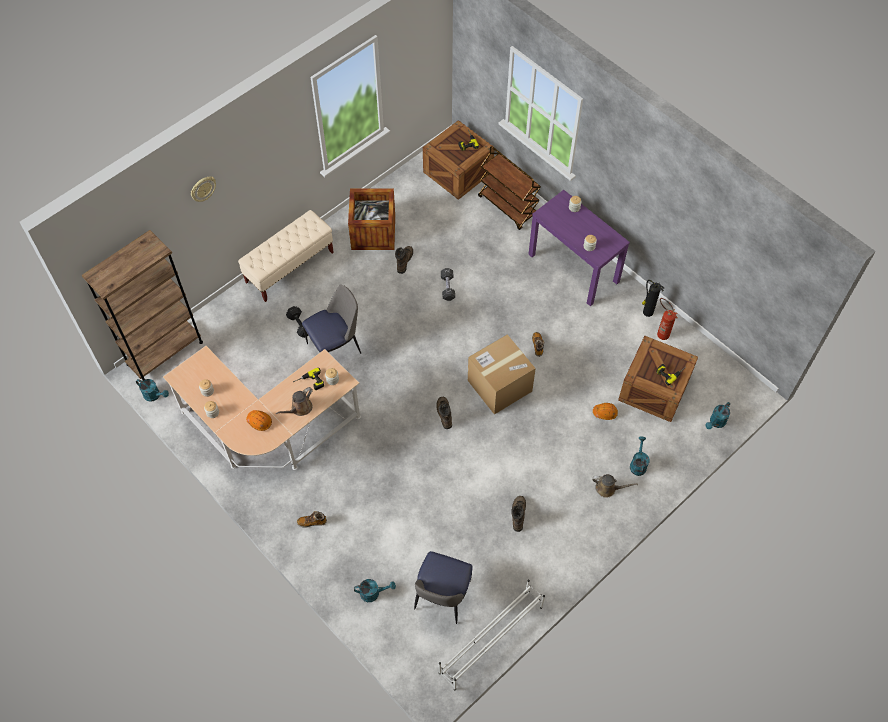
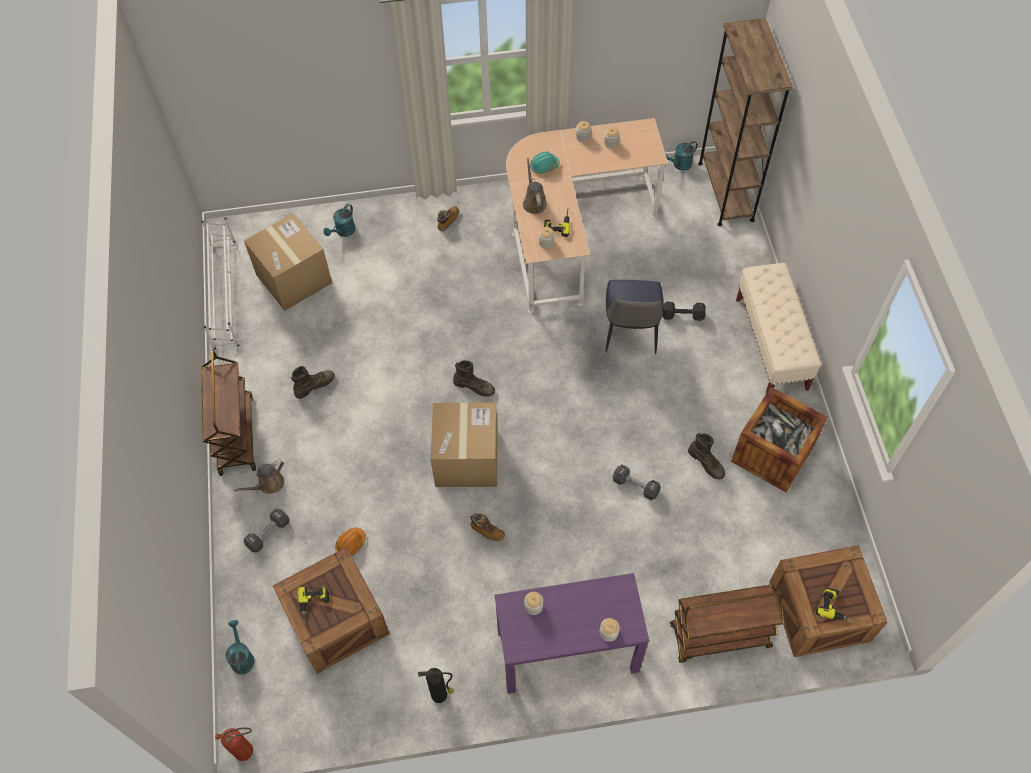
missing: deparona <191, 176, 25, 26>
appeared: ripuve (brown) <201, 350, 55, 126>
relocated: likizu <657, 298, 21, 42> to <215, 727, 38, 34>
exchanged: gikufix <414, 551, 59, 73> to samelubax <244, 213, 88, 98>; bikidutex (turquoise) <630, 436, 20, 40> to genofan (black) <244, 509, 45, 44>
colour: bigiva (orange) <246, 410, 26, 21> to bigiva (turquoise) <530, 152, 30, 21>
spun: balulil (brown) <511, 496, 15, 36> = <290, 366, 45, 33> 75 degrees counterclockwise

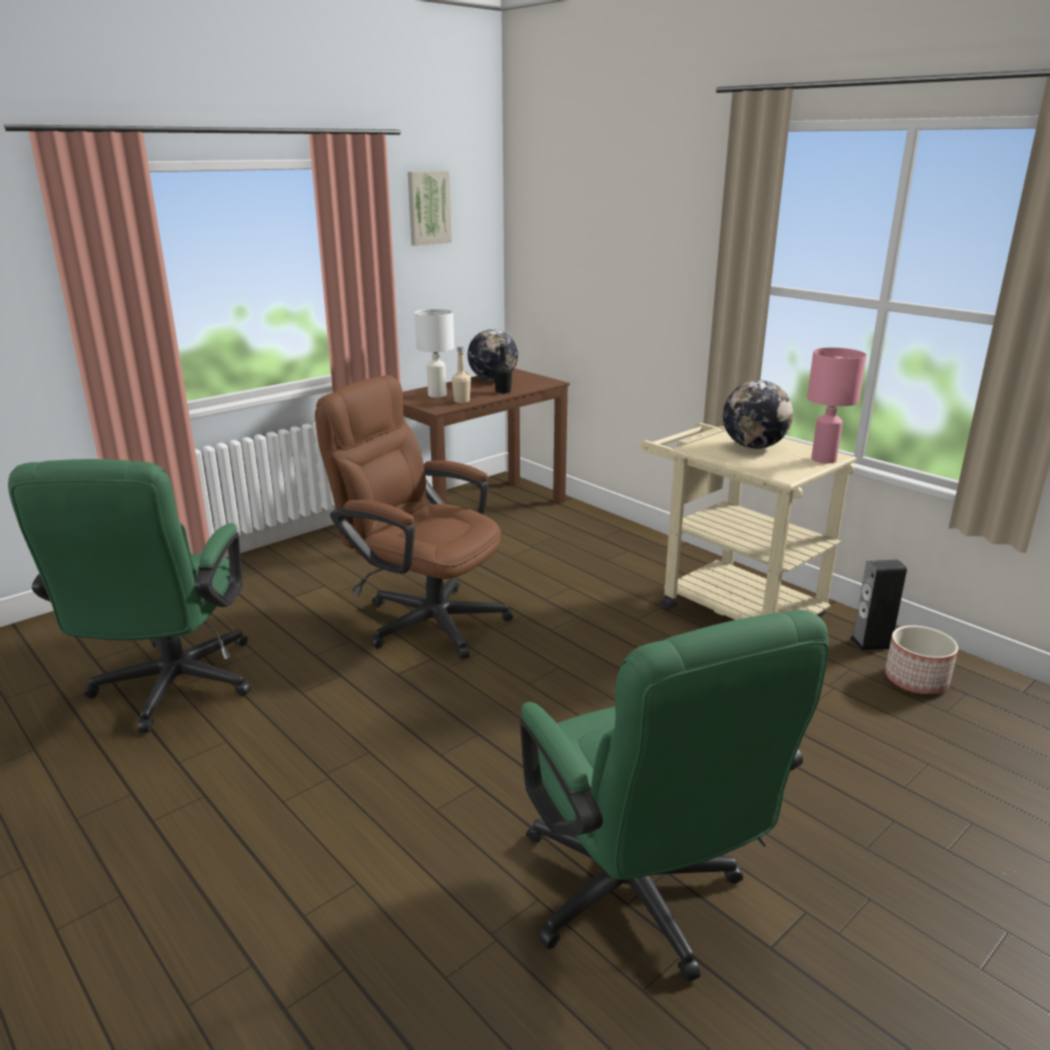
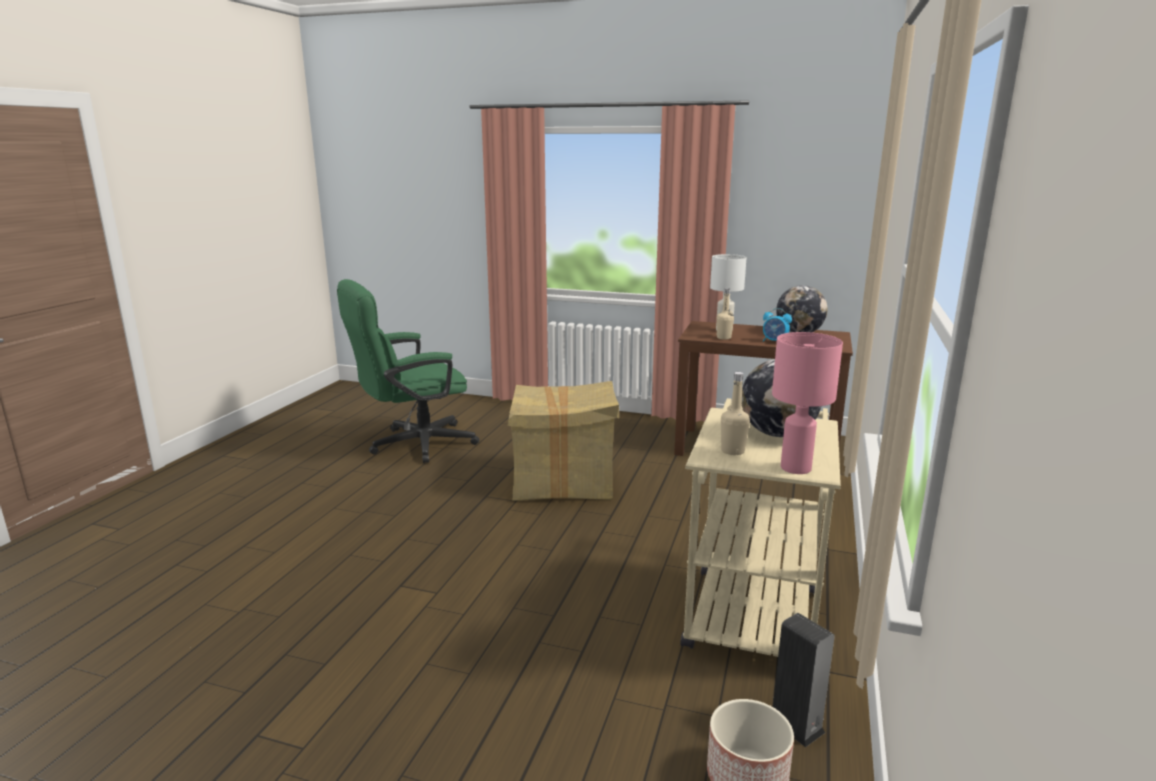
missing: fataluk <408, 171, 44, 75>; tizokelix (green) <520, 610, 309, 372>
appeared: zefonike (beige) <721, 372, 29, 83>
exchanged: tizokelix (brown) <315, 375, 198, 284> to samelubax <507, 381, 112, 120>; zefonike (black) <494, 339, 18, 55> to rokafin <763, 308, 29, 34>

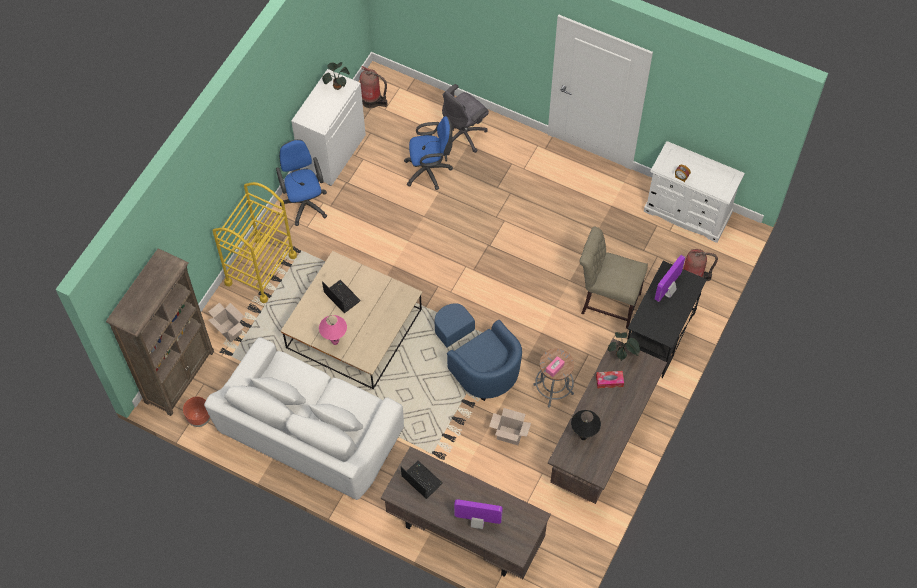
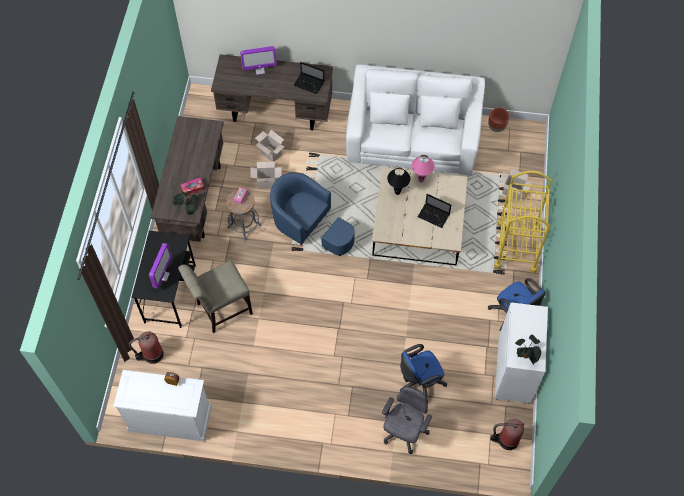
missing: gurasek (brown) <106, 248, 108, 168>
appeared: samelubax <255, 130, 30, 32>
relocated: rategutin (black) <571, 410, 30, 30> to <387, 167, 24, 28>
spun: gikufix (beige) <579, 226, 69, 103> = <178, 260, 75, 73> 150 degrees clockwise

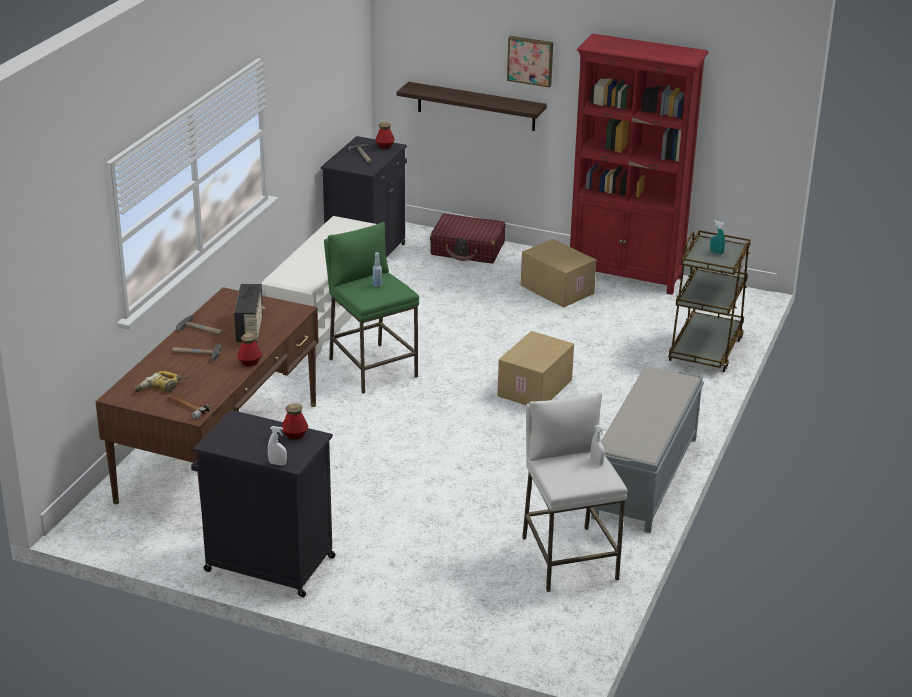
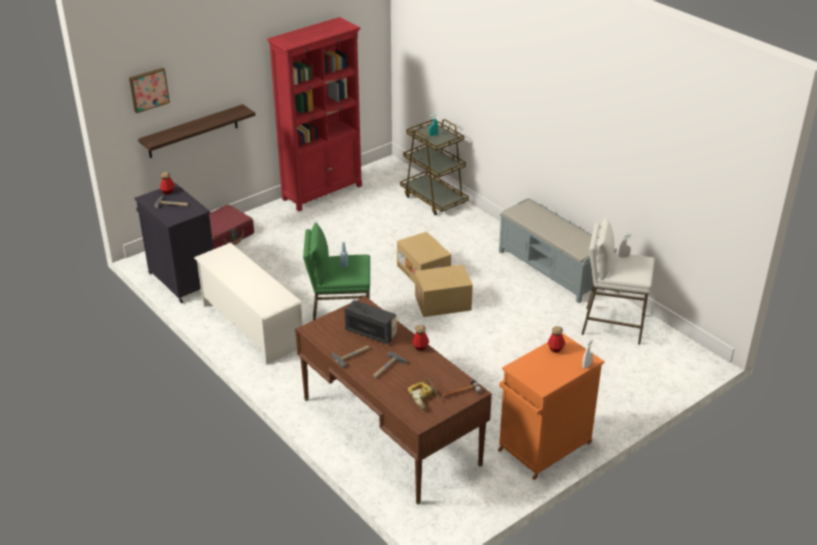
relocated: fataluk <507, 36, 46, 51> to <129, 68, 41, 45>; samelubax <521, 239, 75, 69> to <415, 265, 58, 52>
colour: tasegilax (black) <191, 410, 144, 187> to tasegilax (orange) <498, 334, 107, 146>

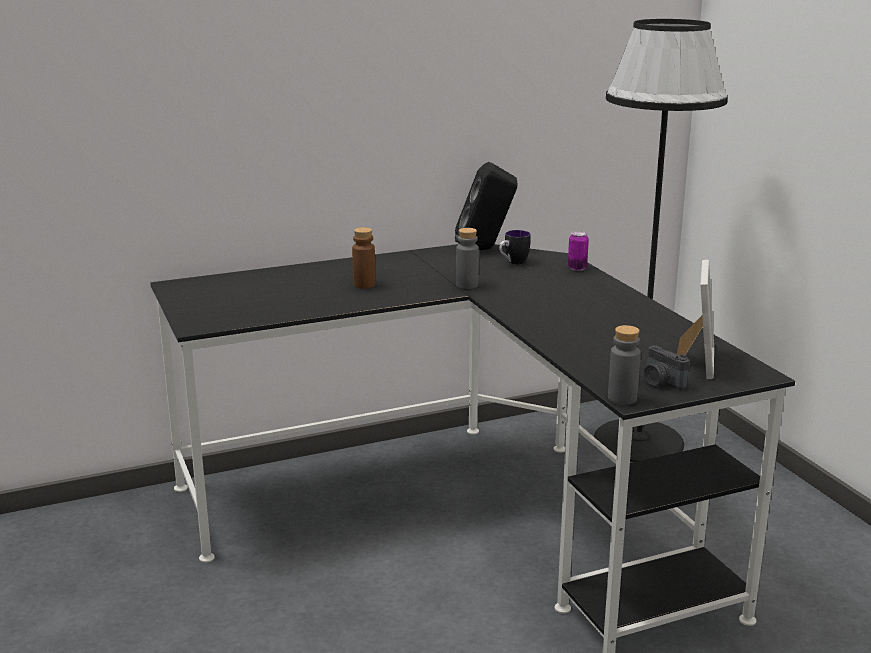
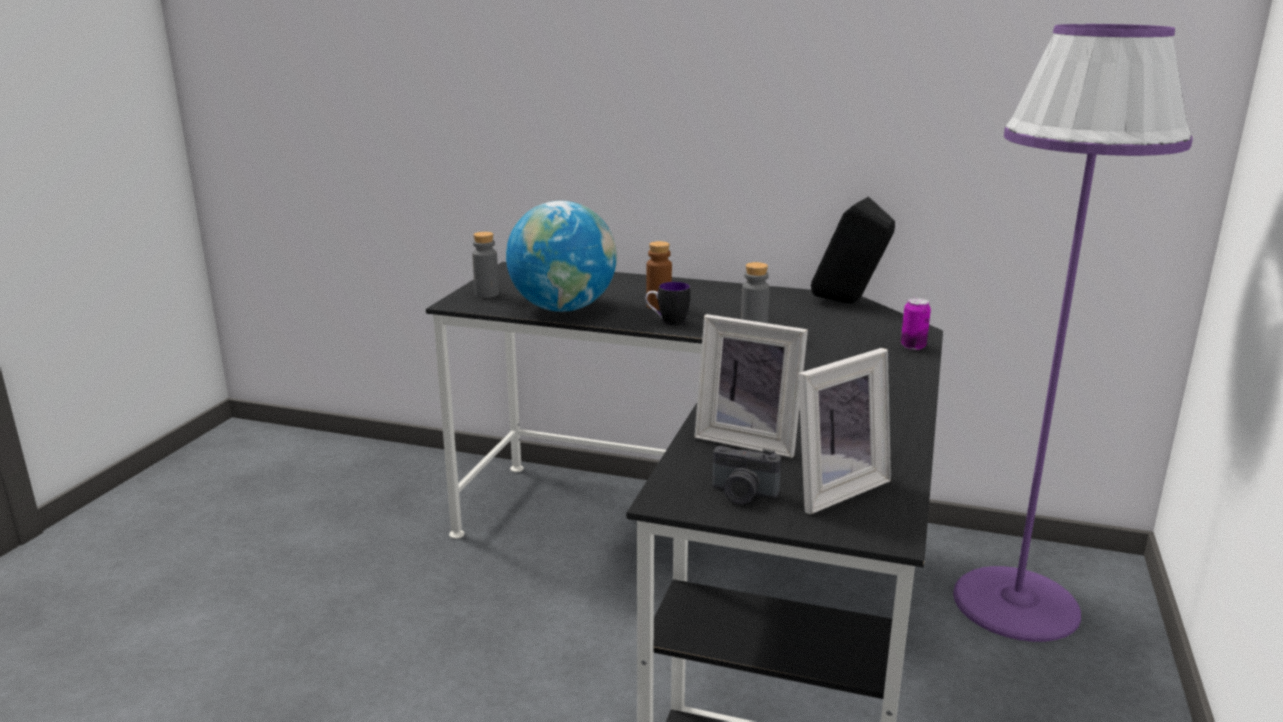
appeared: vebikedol <506, 201, 111, 111>; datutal <694, 314, 114, 144>
relocated: zefonike (grey) <608, 325, 33, 80> to <472, 232, 27, 66>; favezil <499, 230, 32, 35> to <645, 282, 45, 43>
colour: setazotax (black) <594, 19, 134, 443> to setazotax (purple) <953, 24, 240, 618>
spun: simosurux <644, 345, 45, 45> = <712, 446, 69, 59> 75 degrees counterclockwise

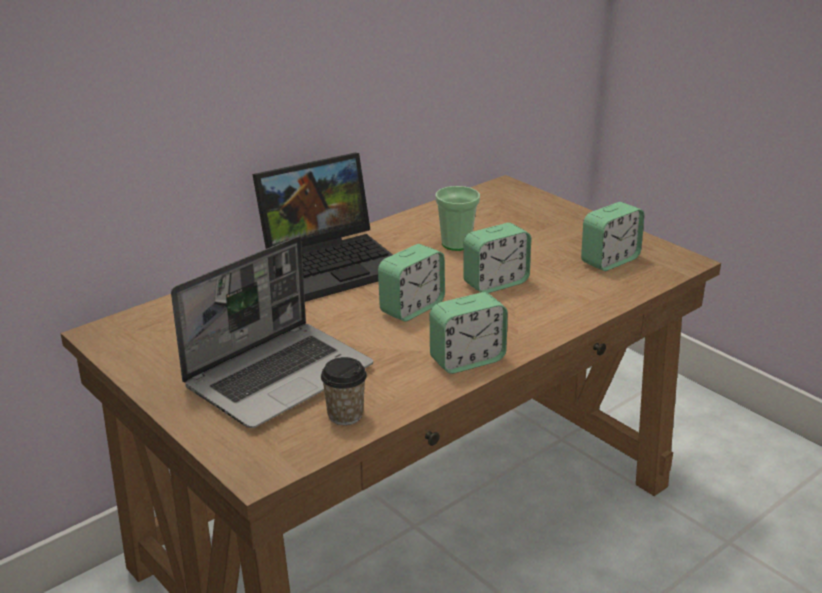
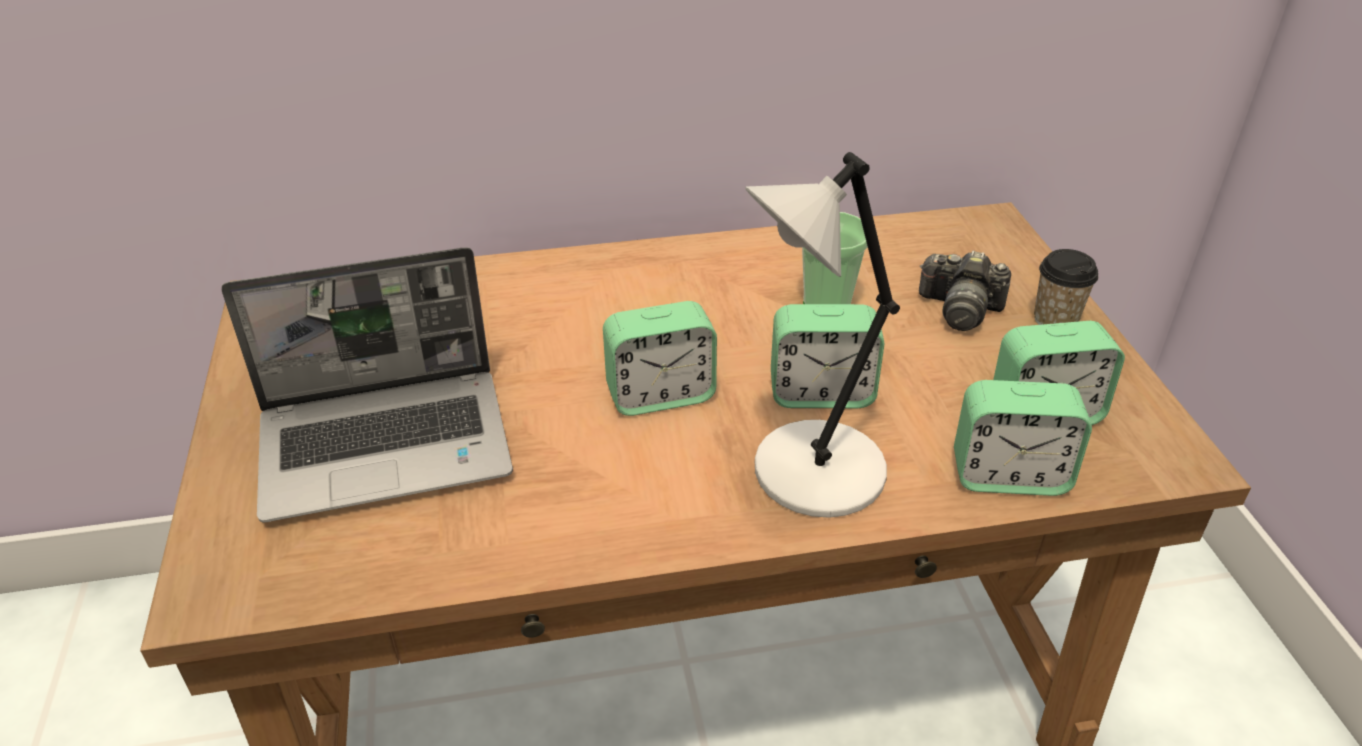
missing: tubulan <252, 153, 141, 149>
appeared: rategutin (grey) <745, 152, 155, 366>; simosurux <919, 250, 92, 81>
relocated: rokafin <430, 292, 78, 82> to <954, 380, 138, 116>; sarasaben <321, 357, 46, 68> to <1034, 249, 64, 76>

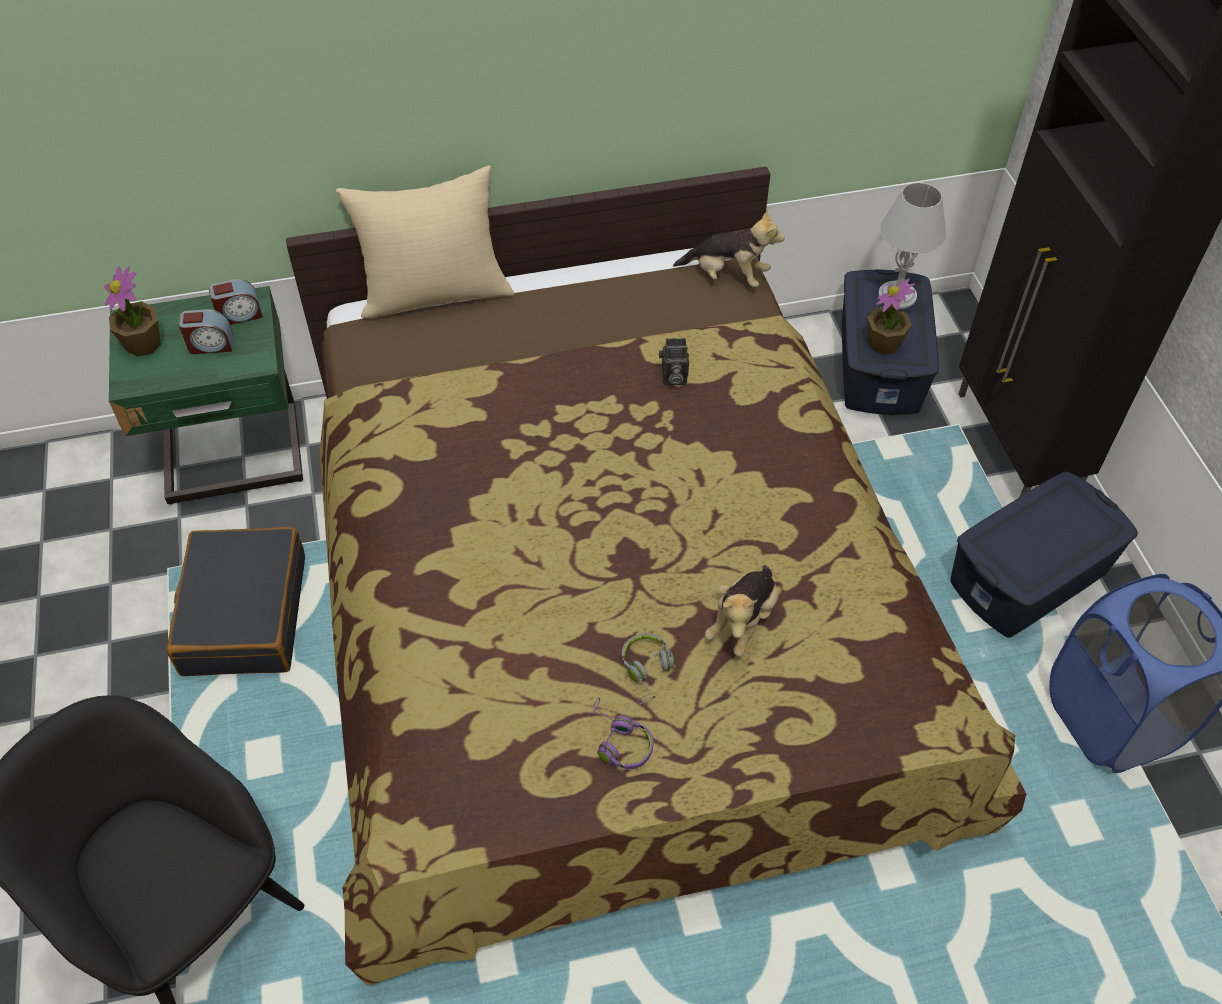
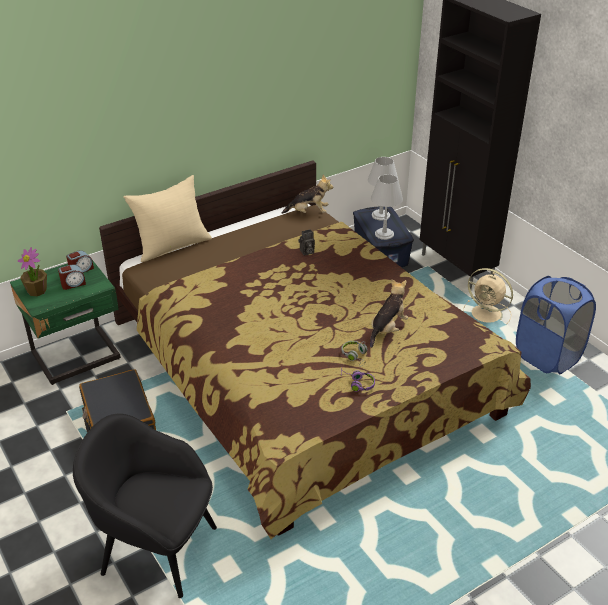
exchanged: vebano <867, 278, 48, 77> to rategutin (grey) <371, 174, 32, 66>; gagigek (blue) <950, 471, 188, 167> to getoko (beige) <463, 268, 50, 56>
spun: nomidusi <705, 565, 74, 92> = <370, 279, 38, 69> 150 degrees counterclockwise

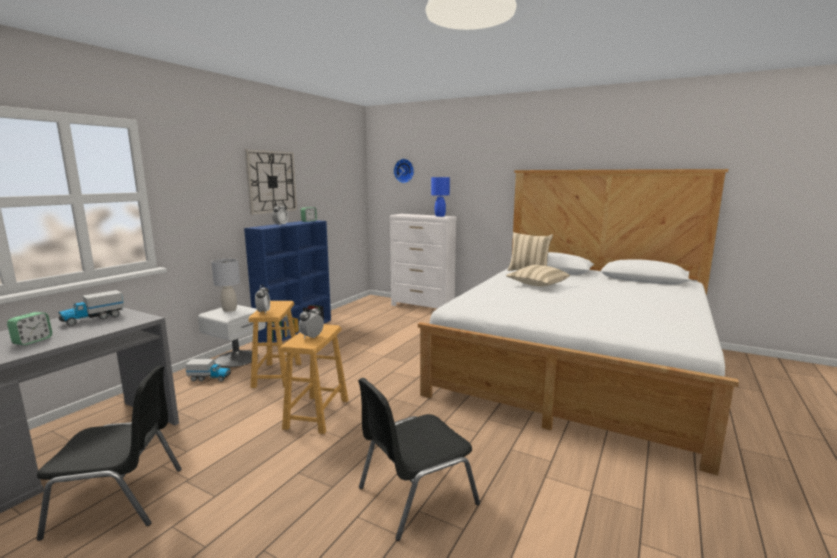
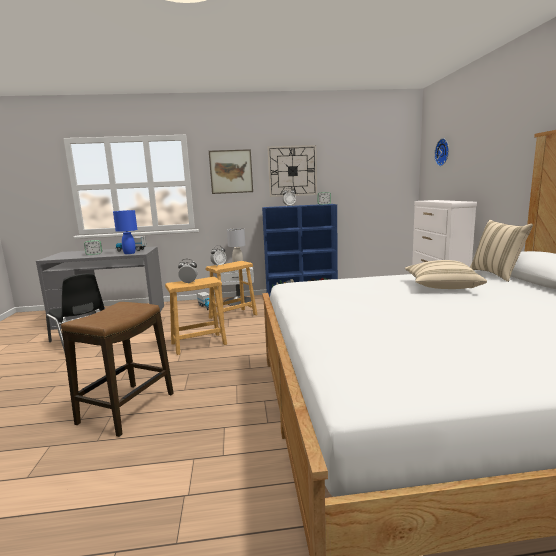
appeared: fataluk <209, 149, 44, 45>
relocated: rategutin (blue) <431, 177, 19, 40> to <113, 210, 24, 44>
exchanged: gikufix (black) <358, 378, 122, 163> to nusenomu <61, 302, 113, 135>

